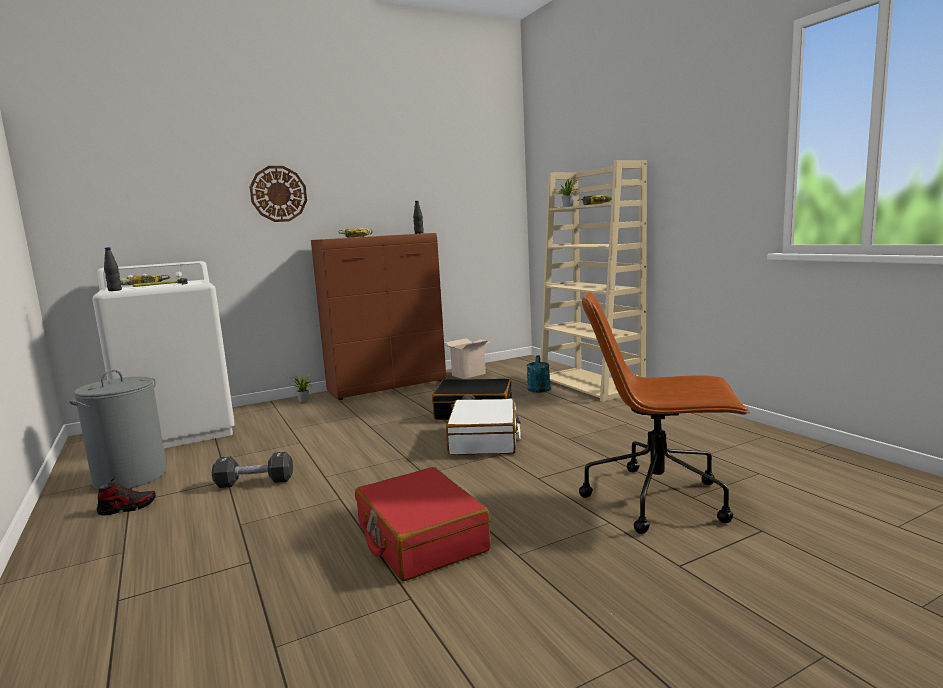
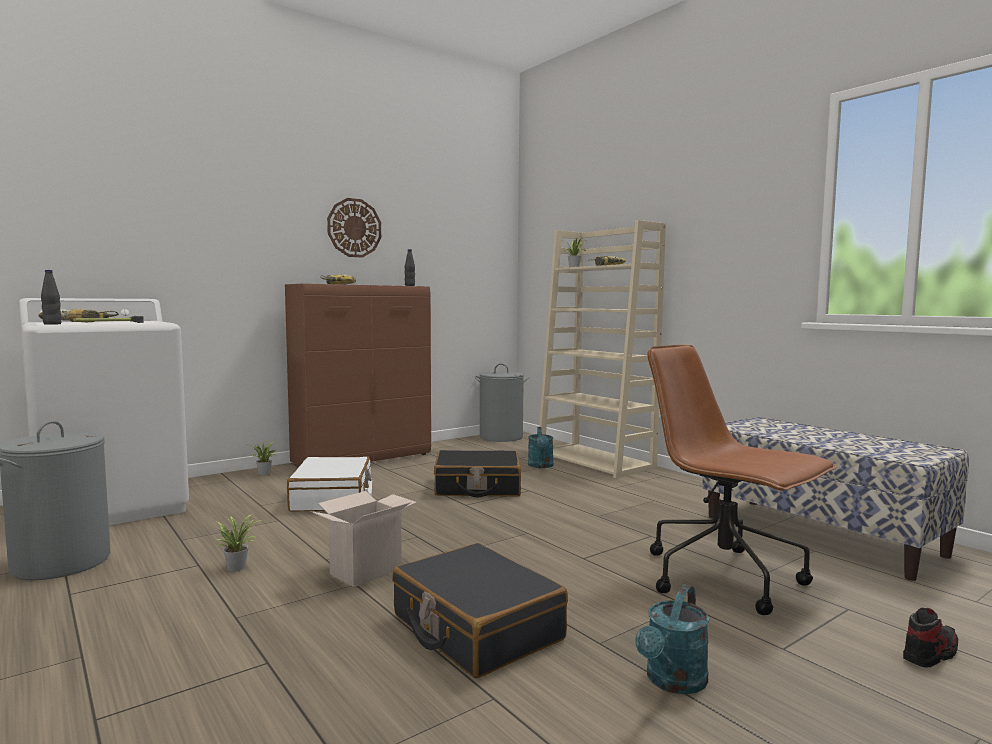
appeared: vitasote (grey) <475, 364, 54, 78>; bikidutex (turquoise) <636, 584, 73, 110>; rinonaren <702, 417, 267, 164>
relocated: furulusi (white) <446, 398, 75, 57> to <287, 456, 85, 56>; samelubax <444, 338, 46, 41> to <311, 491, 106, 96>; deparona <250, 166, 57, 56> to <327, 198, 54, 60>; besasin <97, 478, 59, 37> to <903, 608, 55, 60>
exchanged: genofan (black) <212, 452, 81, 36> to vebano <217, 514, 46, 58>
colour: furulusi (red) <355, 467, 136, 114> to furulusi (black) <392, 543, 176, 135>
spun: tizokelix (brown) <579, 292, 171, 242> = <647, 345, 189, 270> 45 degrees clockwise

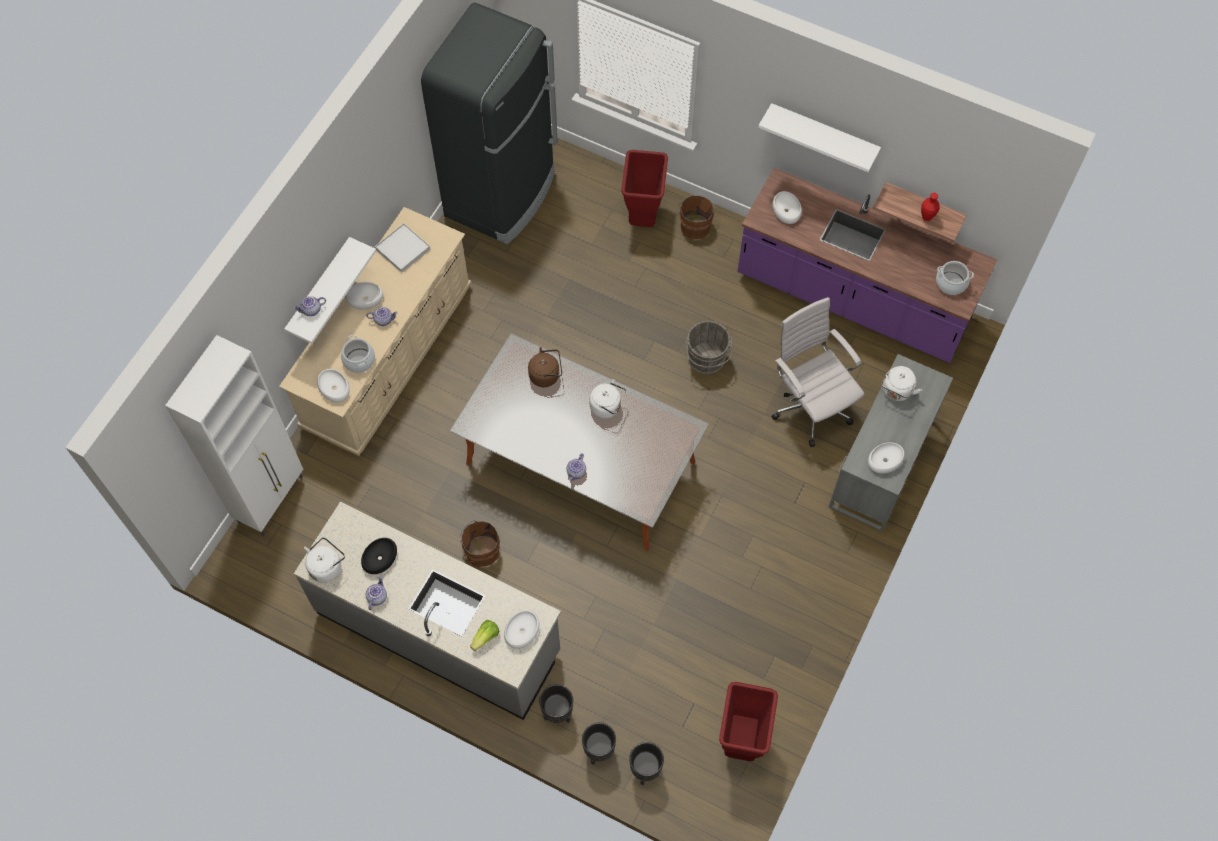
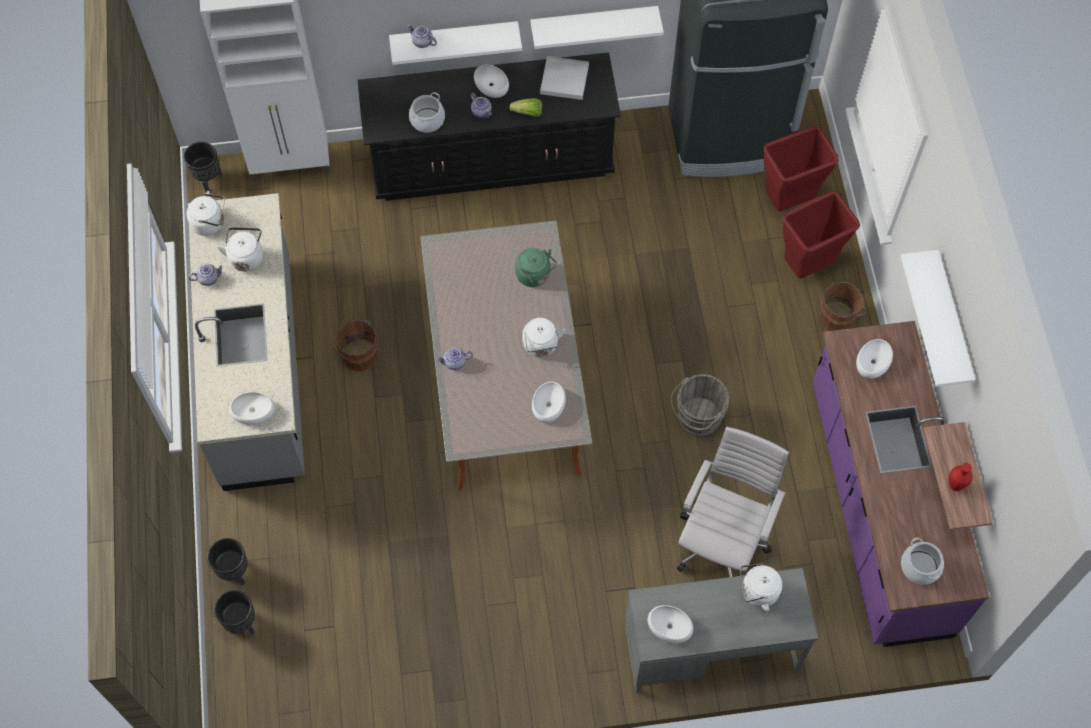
appeared: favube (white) <531, 6, 133, 43>
relocated: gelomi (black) <539, 684, 34, 39> to <184, 142, 38, 50>; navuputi <470, 620, 29, 31> to <509, 98, 34, 19>; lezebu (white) <317, 369, 33, 34> to <532, 382, 34, 41>; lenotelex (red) <719, 682, 59, 79> to <764, 126, 75, 85>
exchanged: lezebu (black) <361, 538, 36, 36> to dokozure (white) <217, 227, 46, 45>
colour: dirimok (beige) <279, 207, 193, 249> to dirimok (black) <357, 52, 264, 149>; dokozure (brown) <528, 347, 34, 40> to dokozure (green) <515, 248, 42, 39>

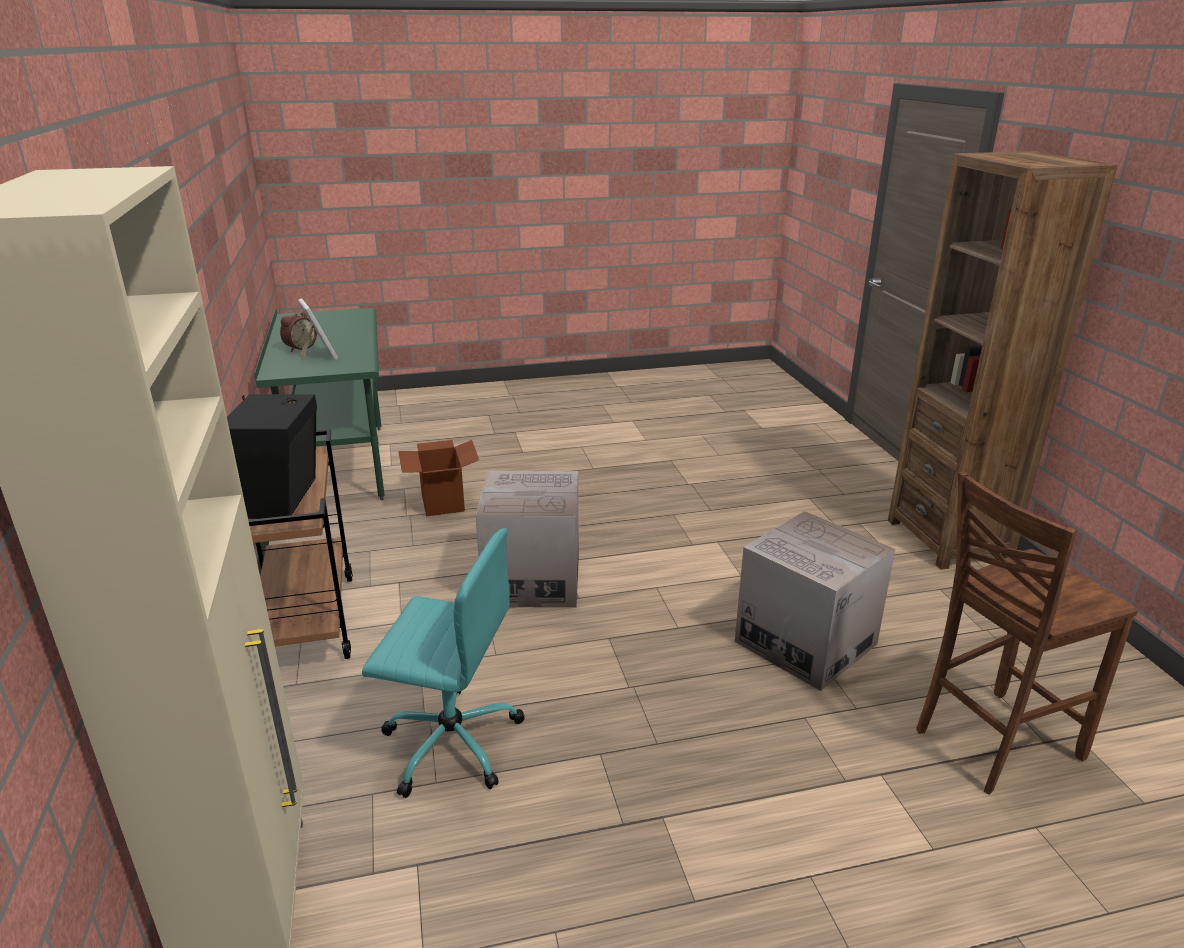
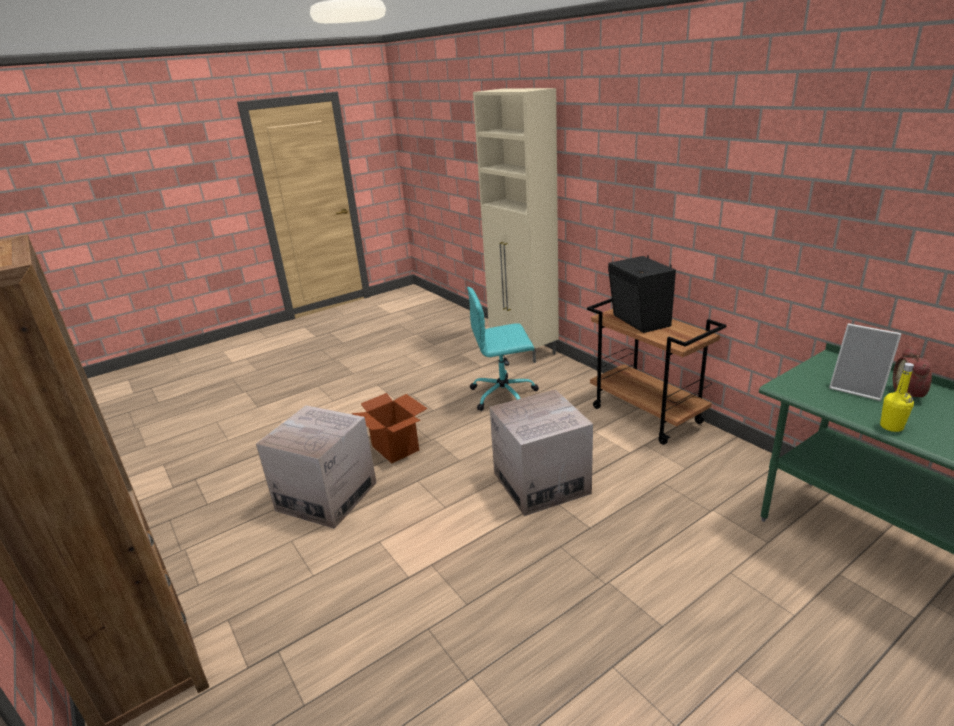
missing: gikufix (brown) <916, 471, 222, 324>
appeared: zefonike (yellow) <880, 363, 34, 69>
relocated: samelubax <398, 440, 81, 76> to <352, 393, 76, 70>

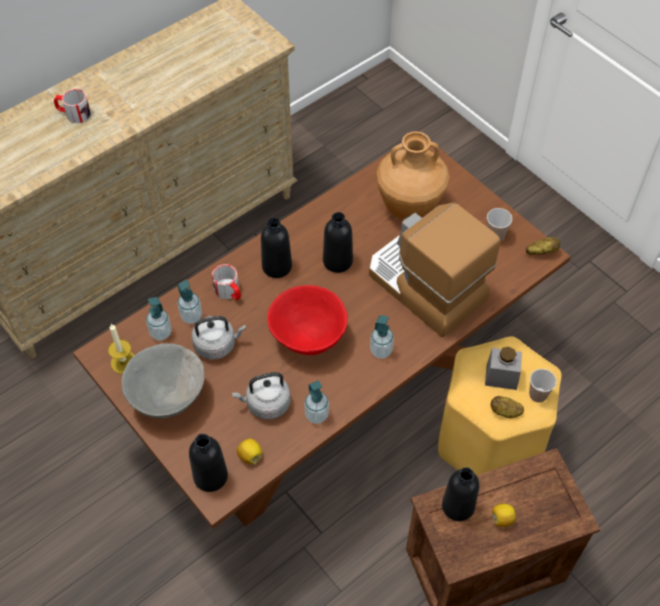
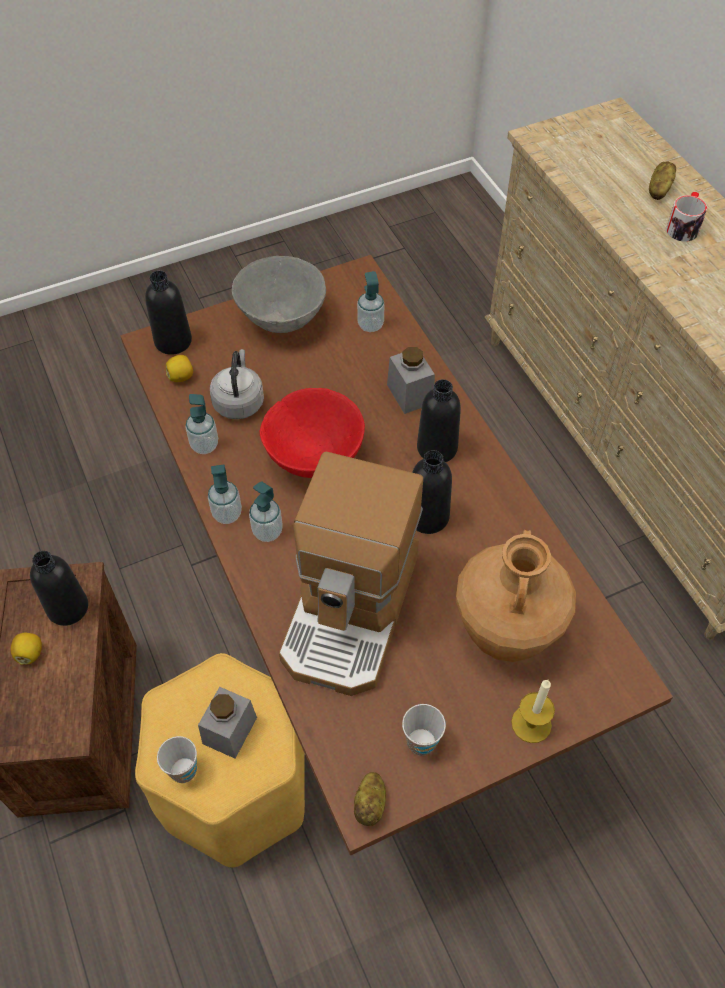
missing: dokozure (grey) <192, 316, 54, 44>
relocated: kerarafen <177, 280, 25, 44> to <208, 465, 34, 59>; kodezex <108, 324, 27, 50> to <511, 680, 44, 63>; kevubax <491, 396, 33, 22> to <649, 162, 27, 38>
exchanged: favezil <212, 264, 29, 36> to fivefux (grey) <387, 347, 48, 67>
spun: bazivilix <369, 202, 131, 135> = <279, 452, 144, 244> 135 degrees clockwise

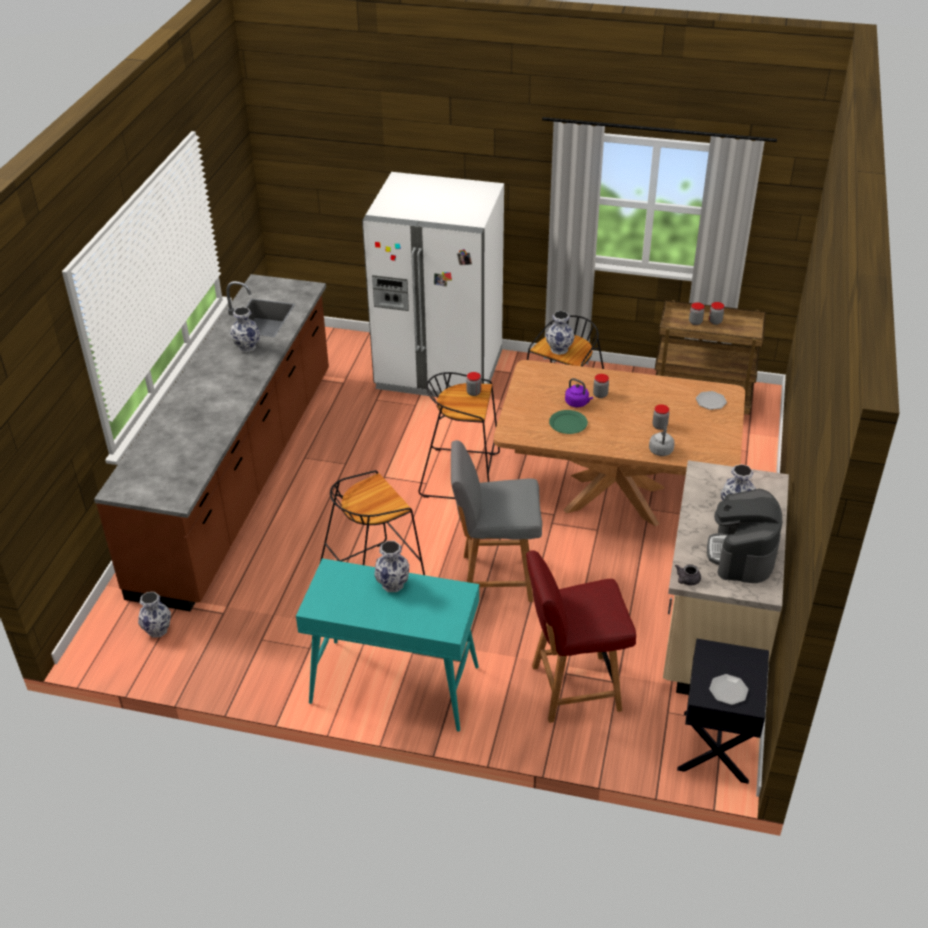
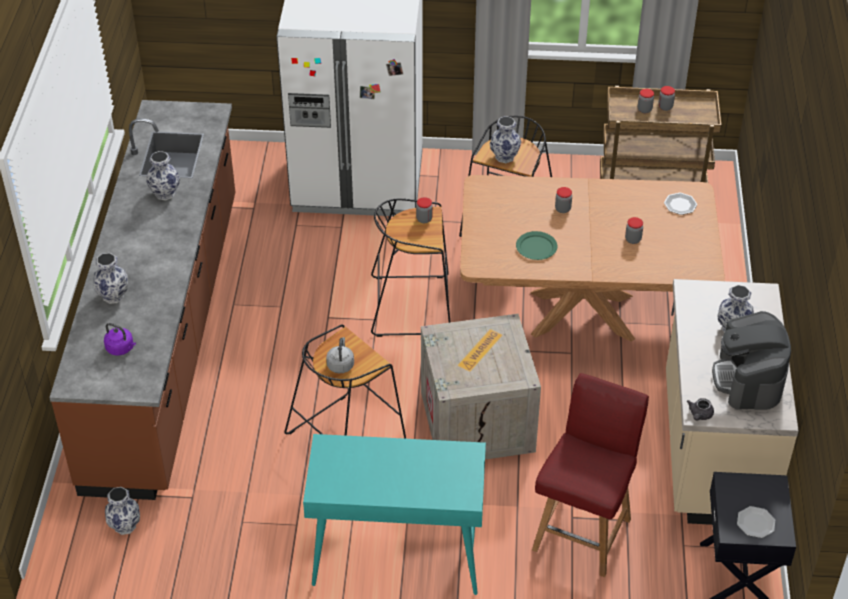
relocated: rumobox <374, 541, 35, 51> to <94, 253, 34, 51>; dokozure (purple) <565, 378, 28, 30> to <104, 323, 32, 33>; dokozure (grey) <649, 424, 26, 32> to <326, 337, 28, 36>
exchanged: gikufix (grey) <451, 440, 91, 162> to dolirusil <421, 314, 120, 145>
spun: gikufix (red) <526, 550, 110, 173> = <532, 373, 117, 204> 135 degrees clockwise

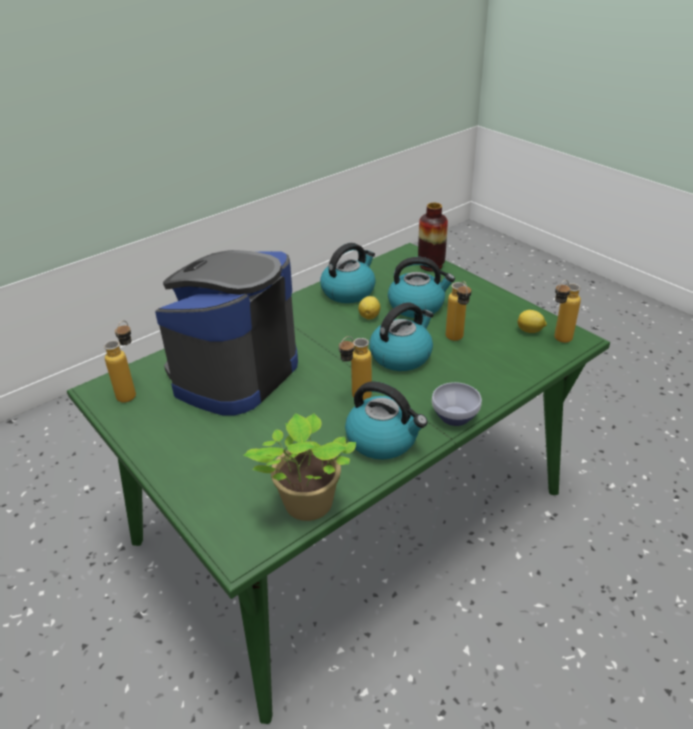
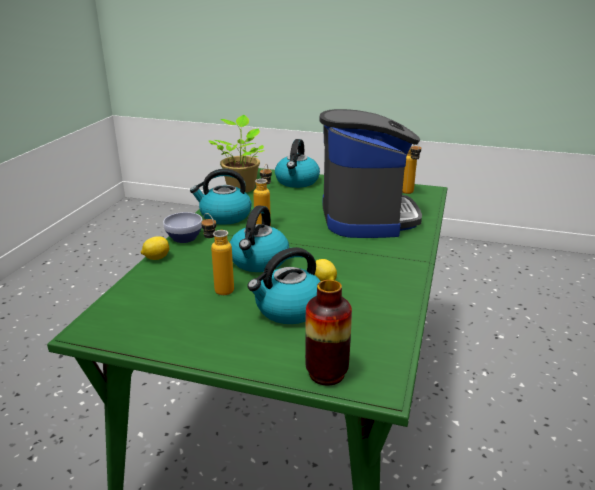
missing: zefonike <554, 280, 27, 63>
relocated: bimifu <517, 310, 30, 23> to <141, 236, 28, 24>; dokozure <320, 243, 56, 60> to <275, 139, 45, 49>

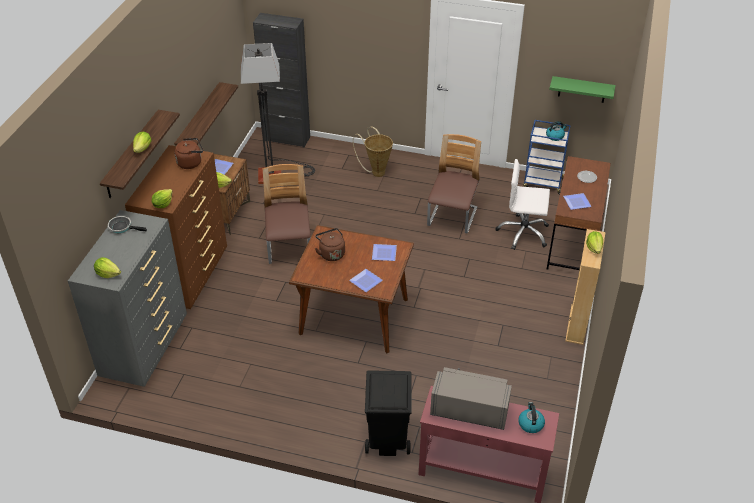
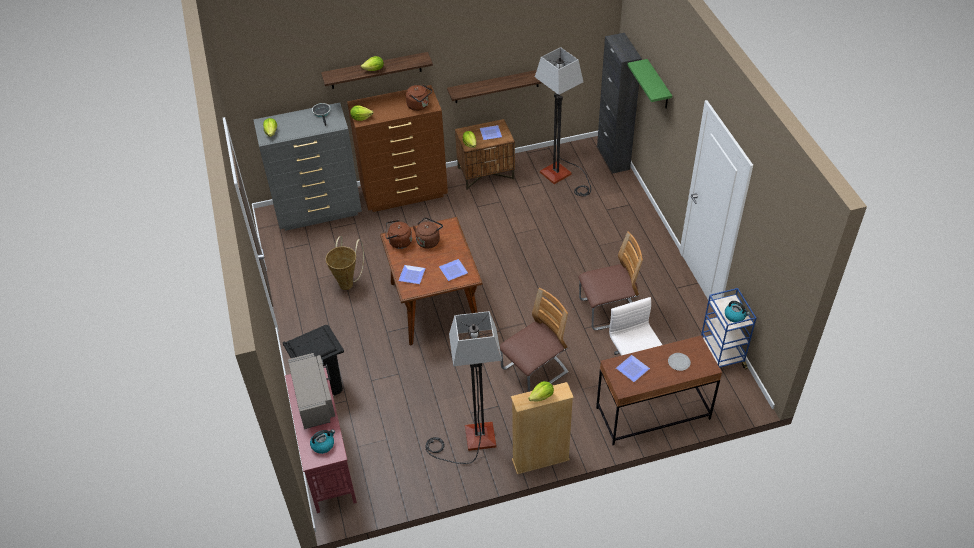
appeared: dokozure (brown) <386, 220, 26, 29>; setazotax <425, 311, 77, 153>
relocated: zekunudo <353, 127, 40, 50> to <326, 236, 38, 54>; gikufix <263, 164, 48, 100> to <500, 288, 68, 104>; favube (green) <549, 76, 67, 27> to <627, 59, 45, 50>

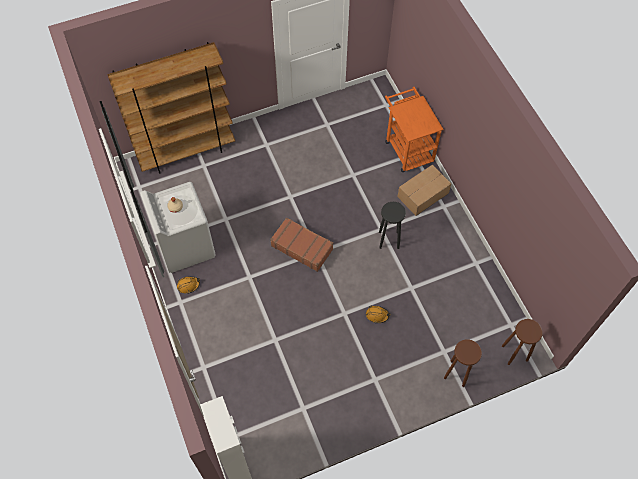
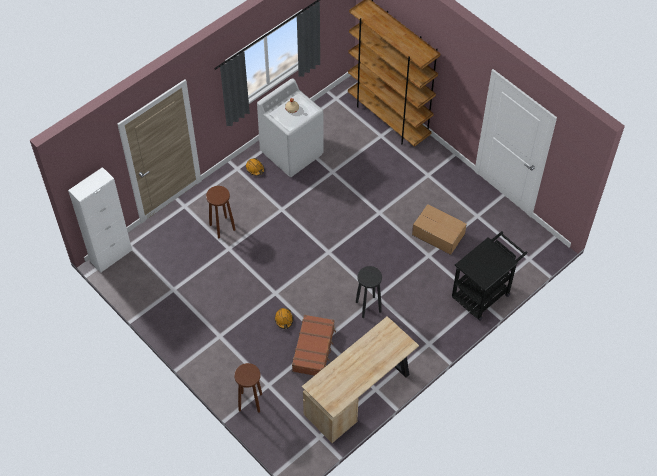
appeared: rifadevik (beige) <302, 316, 117, 127>
relocated: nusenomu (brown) <502, 319, 41, 46> to <206, 186, 30, 52>; furulusi (brown) <270, 217, 63, 55> to <292, 315, 44, 61>; samelubax <397, 165, 54, 51> to <412, 204, 55, 51>
colour: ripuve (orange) <385, 87, 59, 85> to ripuve (black) <452, 231, 76, 90>

